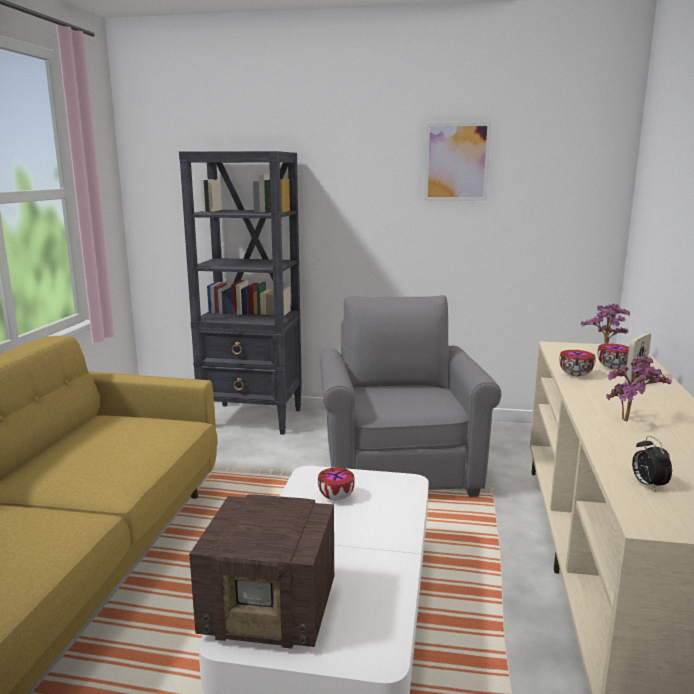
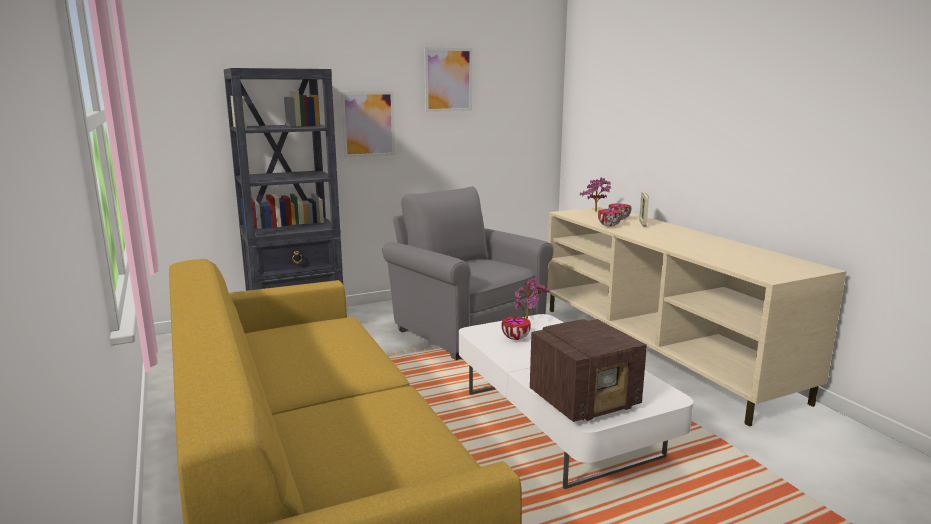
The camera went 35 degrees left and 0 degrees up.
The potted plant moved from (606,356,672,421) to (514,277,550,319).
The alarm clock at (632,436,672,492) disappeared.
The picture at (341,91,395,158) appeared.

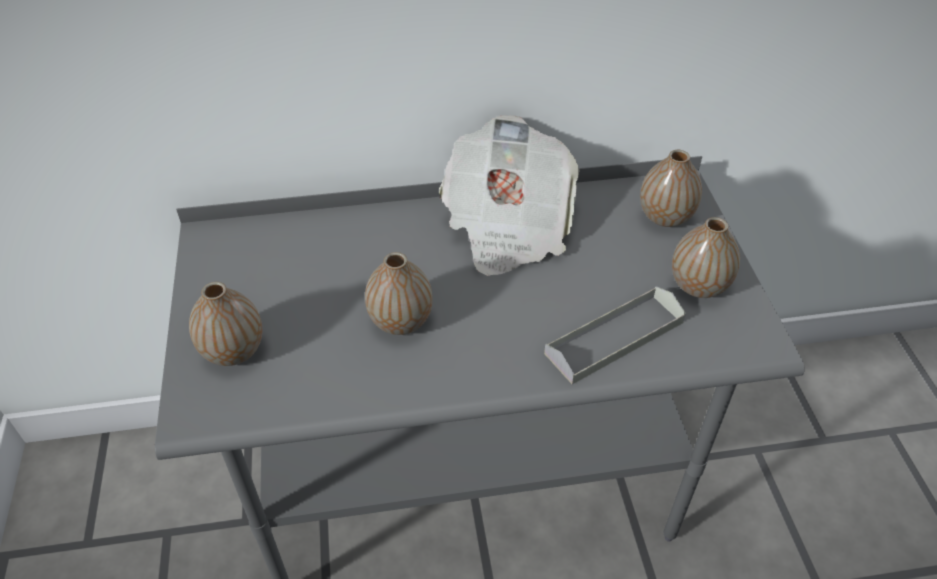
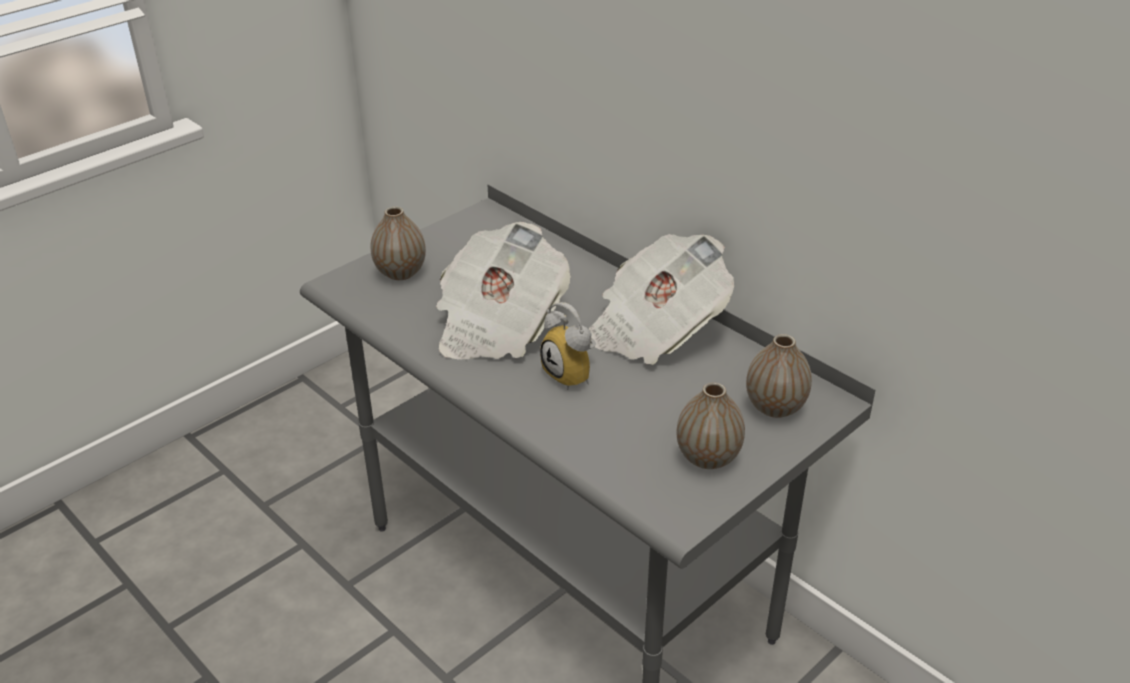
The camera went 55 degrees right and 10 degrees down.
The vase at (365,252,433,335) was replaced by the newspaper at (436,222,571,360).
The grey tray at (544,286,686,384) disappeared.
The alarm clock at (540,302,596,390) appeared.

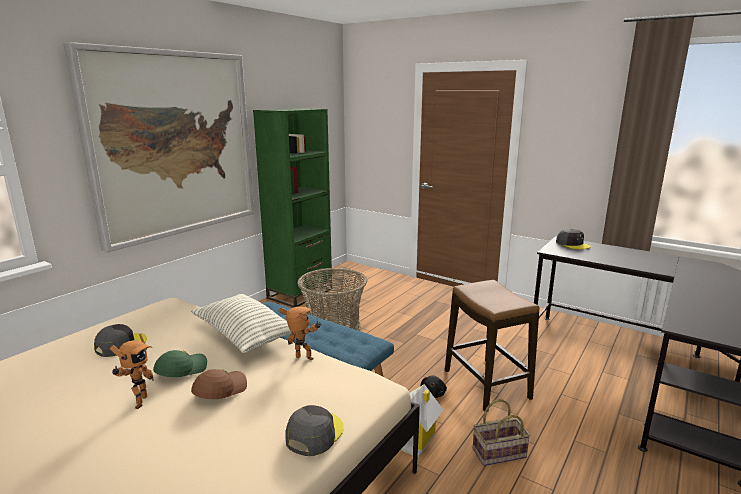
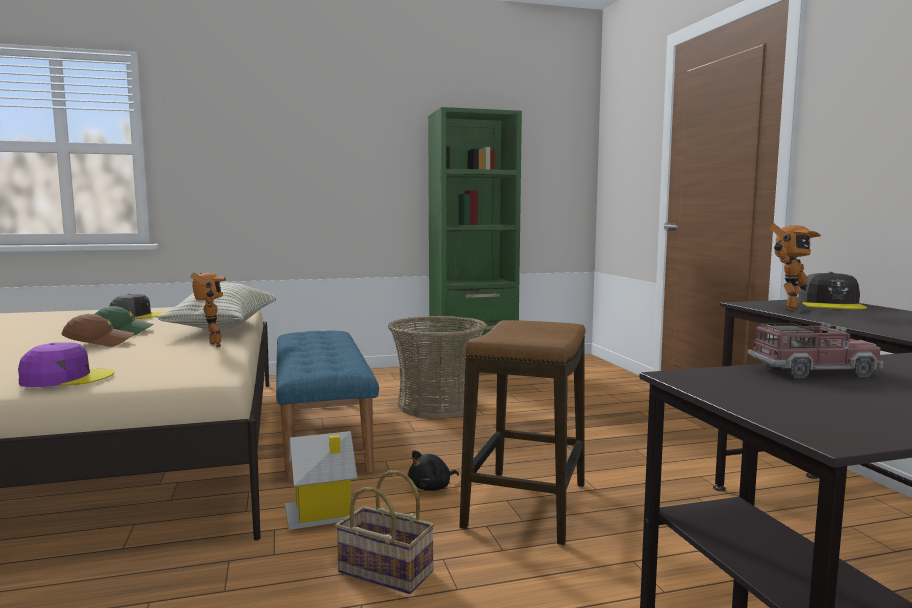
The camera went 40 degrees right and 10 degrees down.
The picture at (63,42,254,252) disappeared.
The toy robot moved from (110,334,154,409) to (769,223,821,312).
The grey cap at (286,405,344,456) became the purple cap at (18,342,114,387).
The toy truck at (747,322,883,378) appeared.

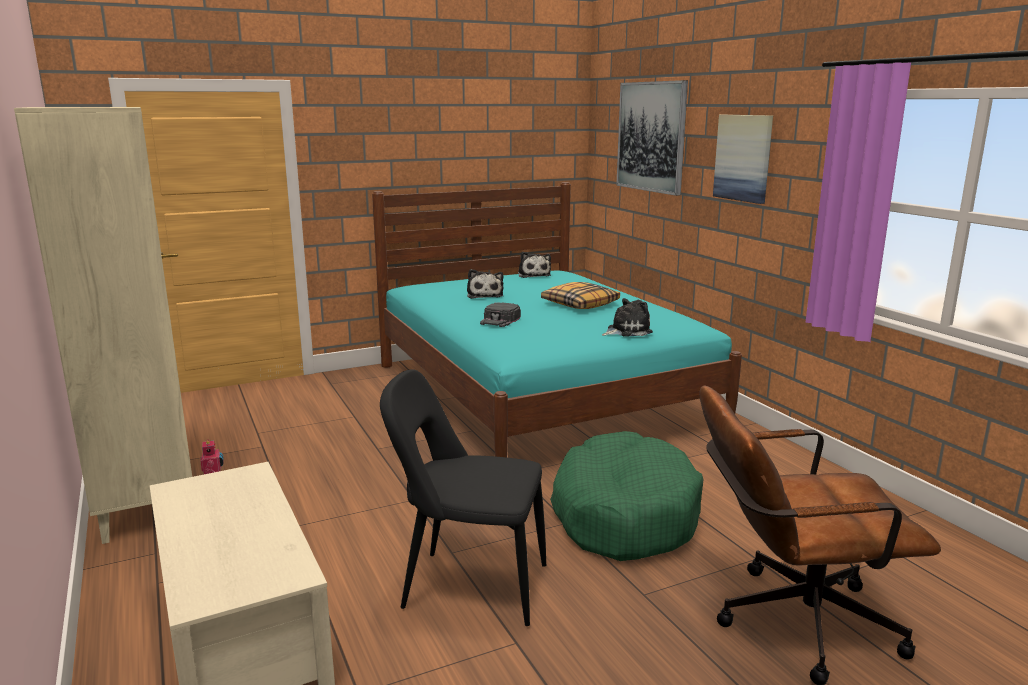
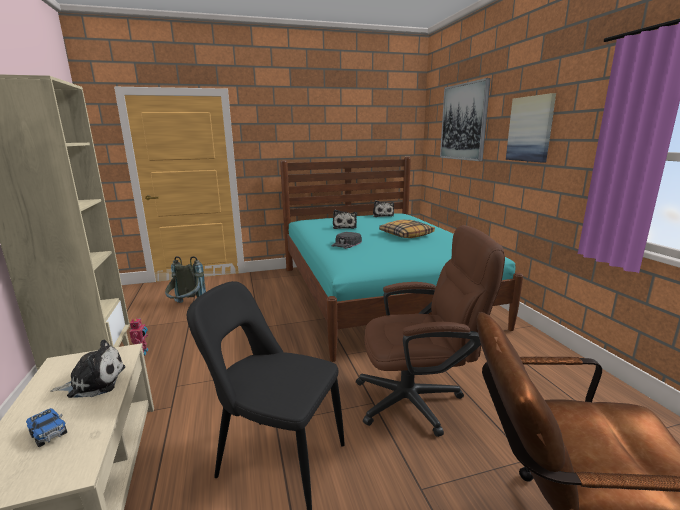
The camera went 10 degrees right and 0 degrees up.
The green dog bed at (550,431,704,561) was replaced by the brown office chair at (356,225,505,437).
The plush toy moved from (602,298,653,337) to (50,340,125,398).
The toy truck at (26,408,67,447) appeared.
The grey backpack at (165,256,206,303) appeared.

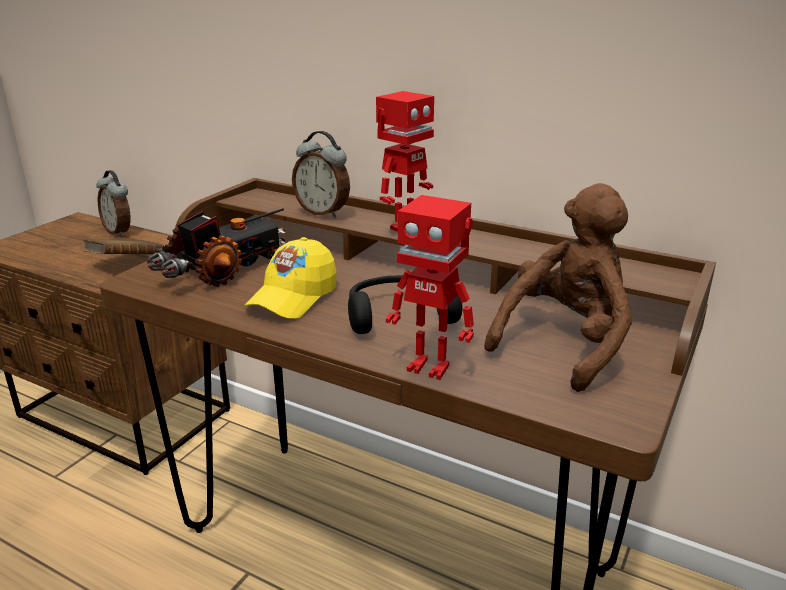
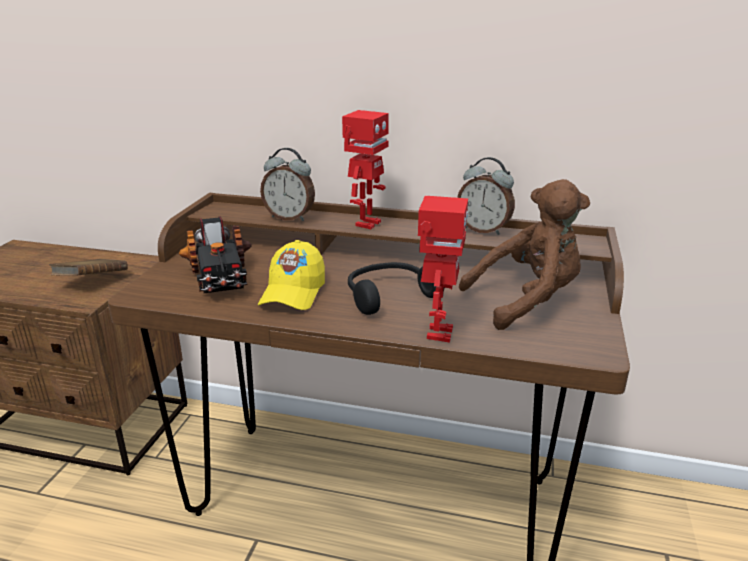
The camera went 15 degrees left and 0 degrees up.
The alarm clock moved from (96,170,130,237) to (457,157,515,235).
The toy truck at (147,208,286,287) turned 135 degrees clockwise.
The toy robot at (386,195,474,380) turned 90 degrees counterclockwise.
The brown plush toy at (484,183,632,392) turned 45 degrees clockwise.

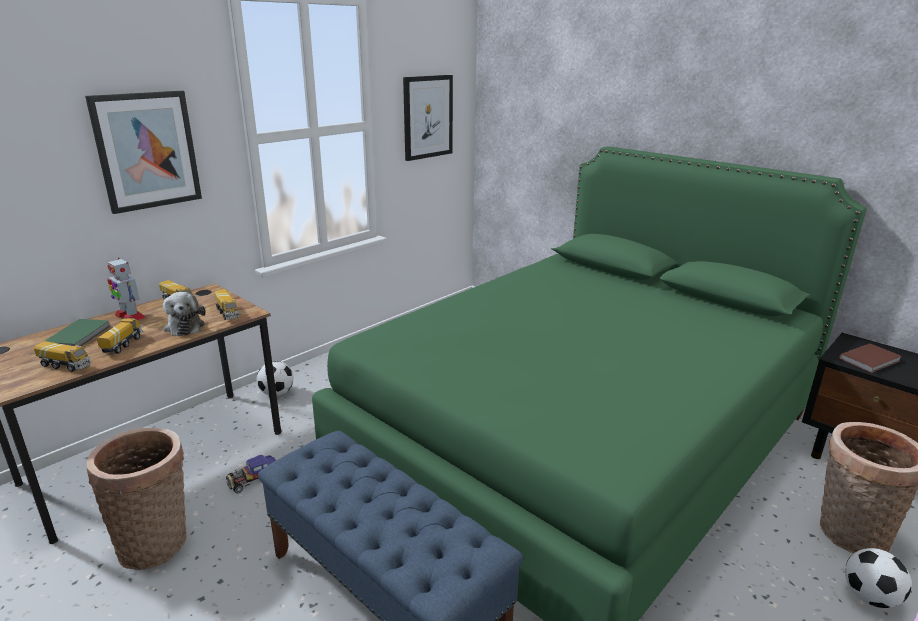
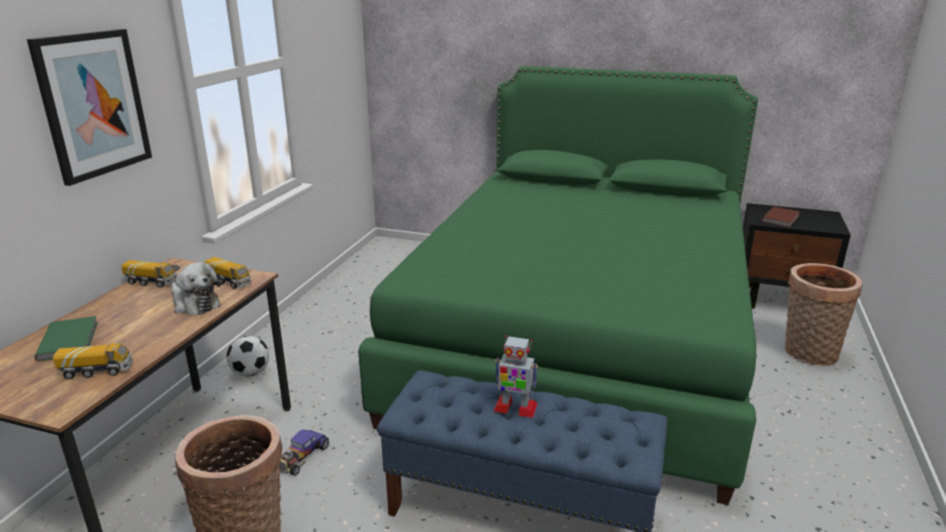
The camera went 25 degrees left and 0 degrees up.
The toy truck at (97,318,143,354) disappeared.
The toy robot moved from (107,258,146,320) to (493,335,538,418).
The picture at (403,75,453,161) disappeared.
The football at (845,548,912,608) disappeared.

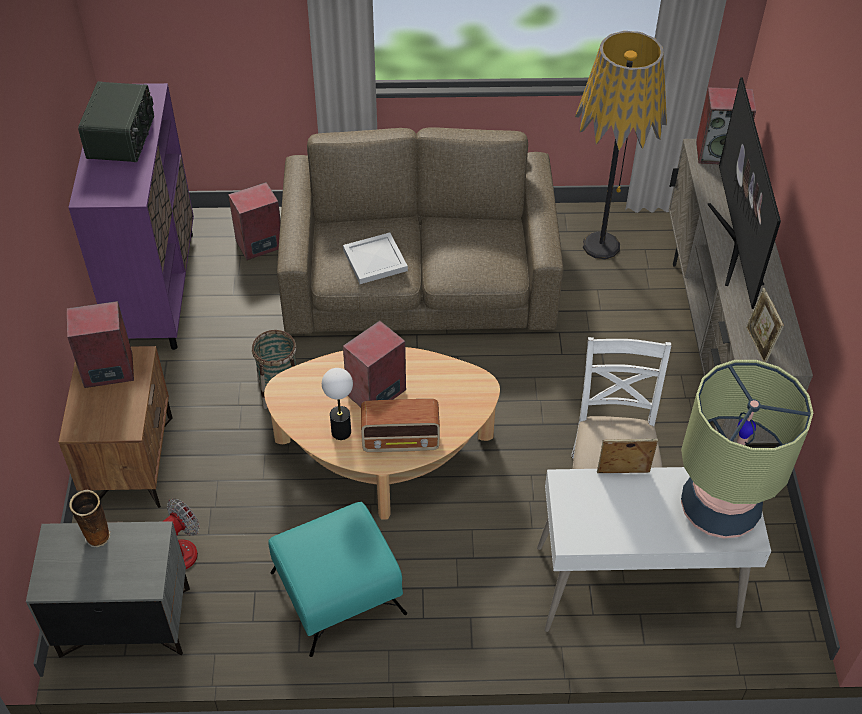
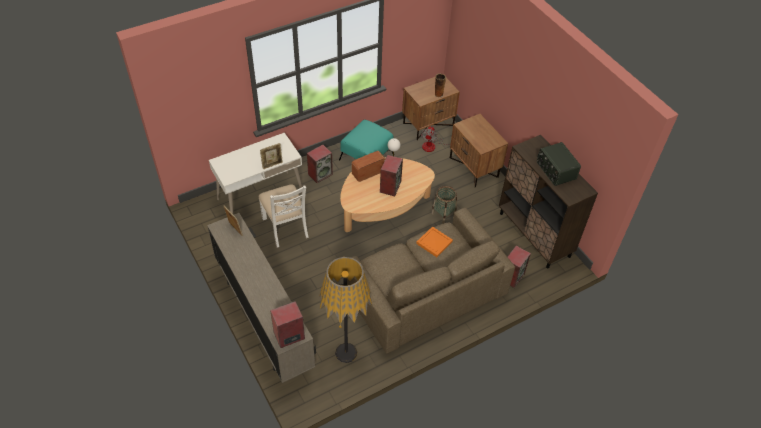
The camera went 150 degrees right and 0 degrees up.
The grey nightstand at (26,521,190,658) became the brown nightstand at (402,77,460,140).
The speaker moved from (67,301,134,388) to (307,144,333,183).
The purple cabinet at (68,83,194,350) became the brown cabinet at (499,135,598,268).
The white tray at (343,233,408,284) became the orange tray at (416,226,453,257).
The table lamp at (681,360,813,539) disappeared.
The television at (708,77,781,309) disappeared.

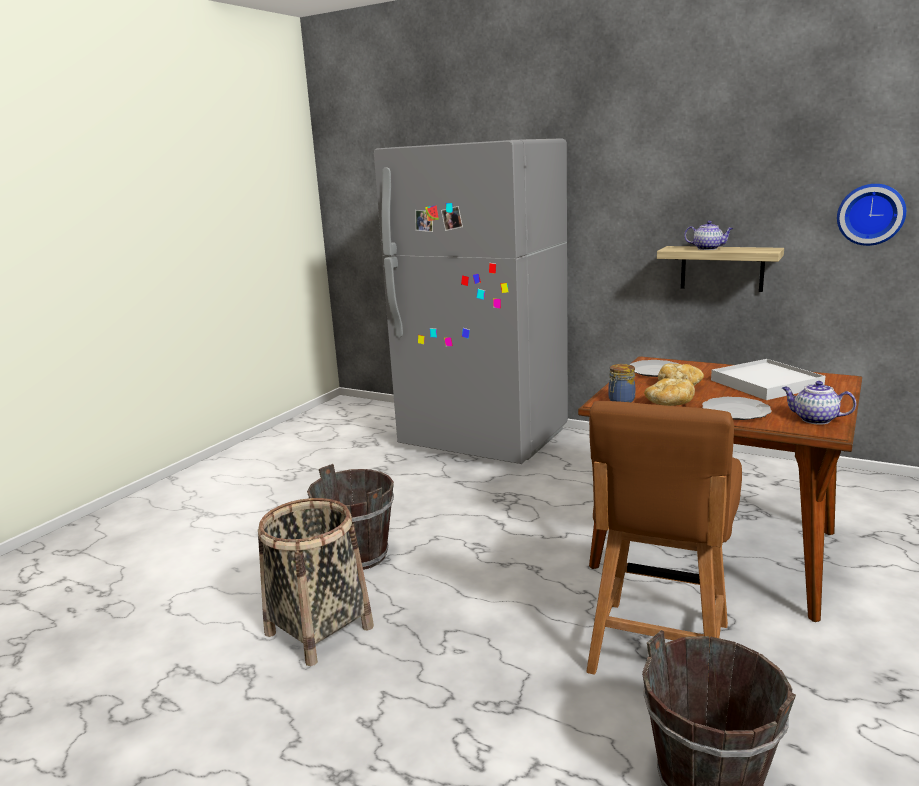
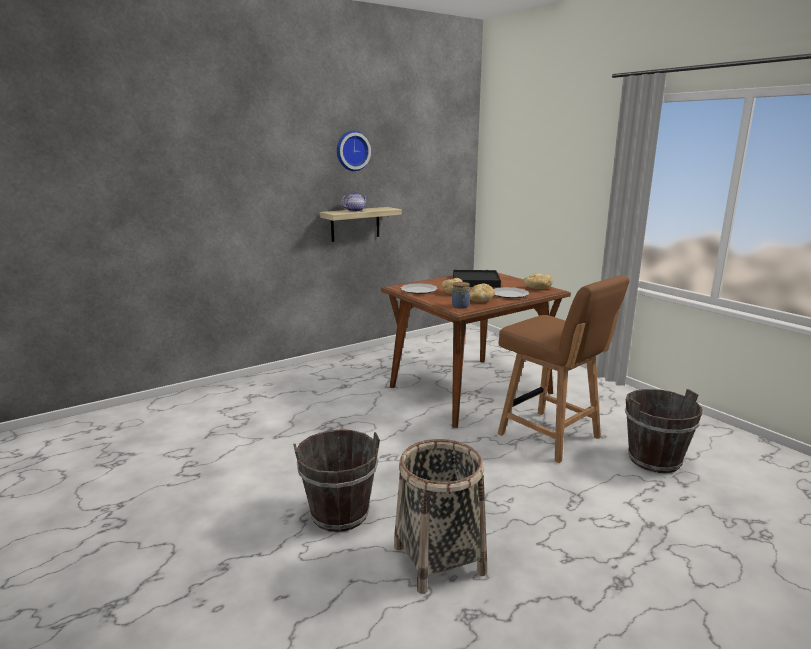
The camera went 65 degrees left and 0 degrees up.
The grey fridge at (374,138,568,464) disappeared.
The white tray at (711,359,826,400) became the black tray at (453,270,501,287).
The teapot at (782,381,856,425) was replaced by the bread at (523,273,553,289).
The wall clock moved from (837,184,906,246) to (337,131,371,171).

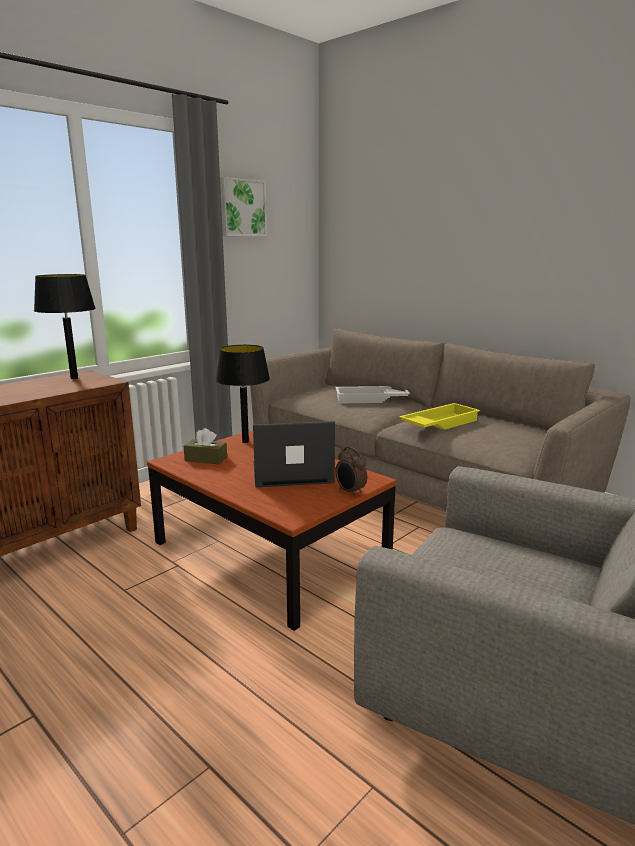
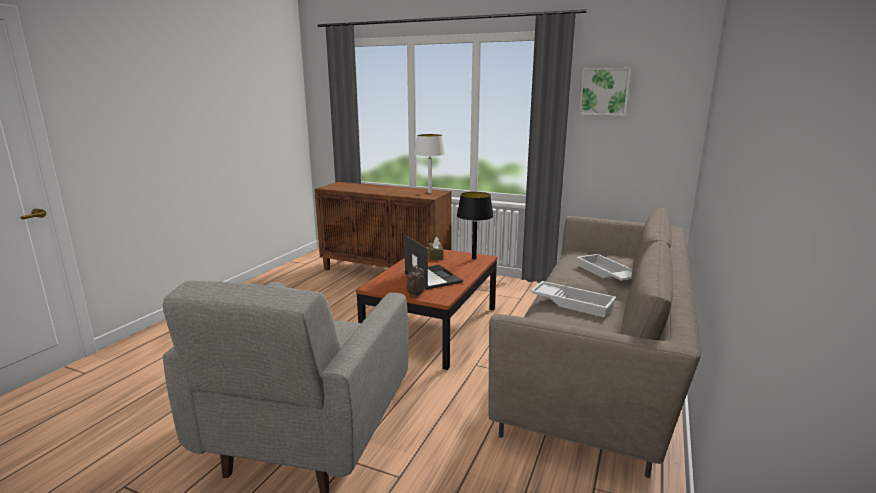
The camera went 70 degrees right and 0 degrees up.
The black table lamp at (34,274,96,379) became the white table lamp at (414,134,446,193).
The yellow tray at (399,403,480,430) became the white tray at (530,281,616,317).

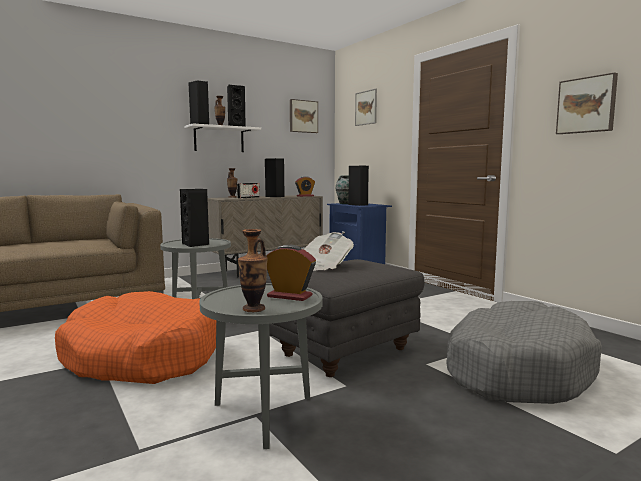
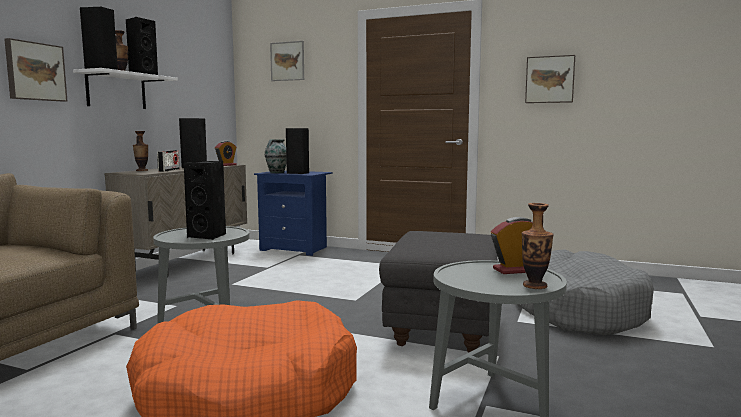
The camera went 35 degrees left and 0 degrees up.
The picture moved from (290,99,318,133) to (4,38,67,102).
The newspaper at (303,232,354,271) disappeared.

